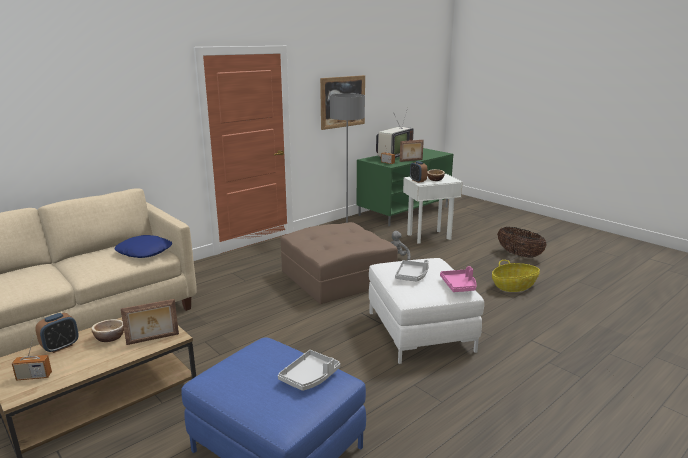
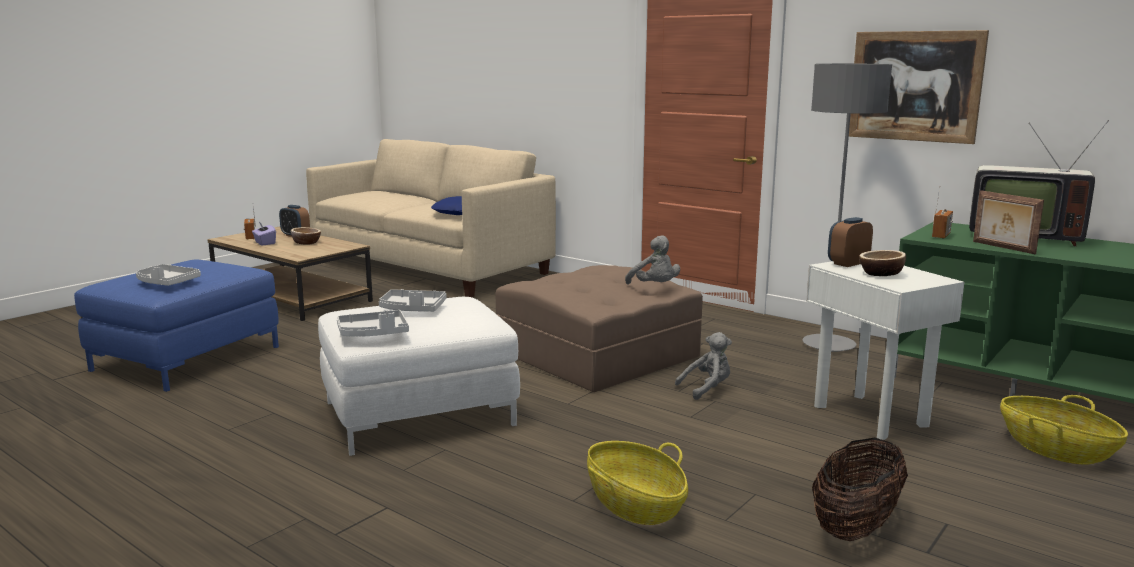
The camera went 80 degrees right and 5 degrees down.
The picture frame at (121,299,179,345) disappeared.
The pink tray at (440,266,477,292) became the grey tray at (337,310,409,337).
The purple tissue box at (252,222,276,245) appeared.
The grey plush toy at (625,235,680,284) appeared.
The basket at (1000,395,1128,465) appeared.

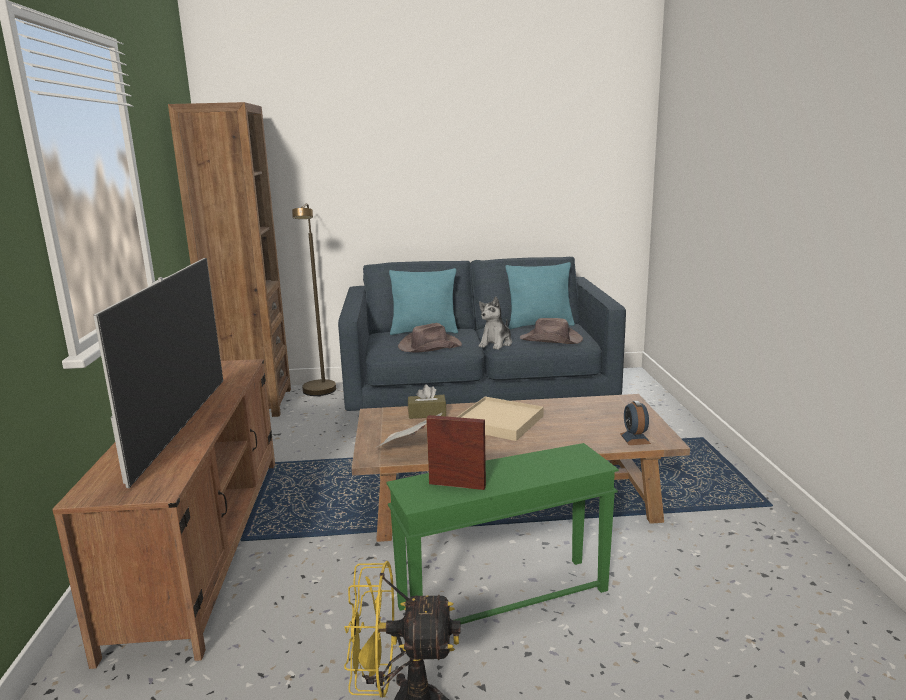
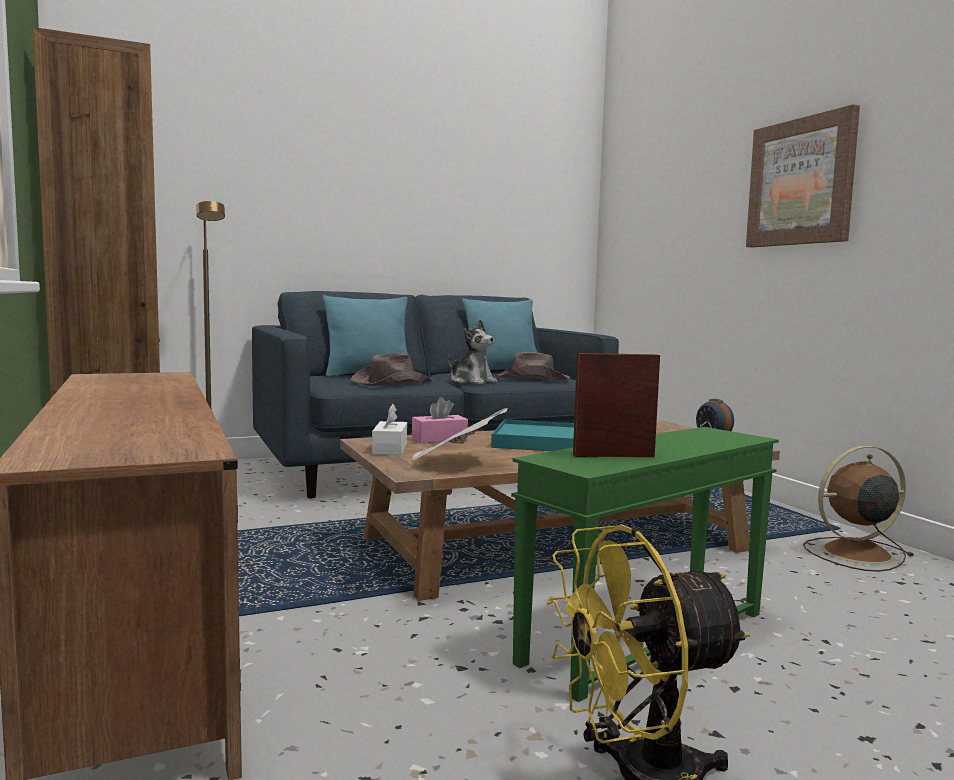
The camera went 20 degrees left and 10 degrees down.
The television at (93,258,223,488) disappeared.
The brown tissue box at (408,385,446,419) became the pink tissue box at (412,397,468,443).
The beige tray at (457,397,544,441) became the turquoise tray at (491,419,574,451).
The plush toy at (479,297,512,350) turned 60 degrees counterclockwise.
The white tissue box at (372,404,407,455) appeared.
The picture at (746,105,860,247) appeared.
The brown fan at (803,446,915,572) appeared.

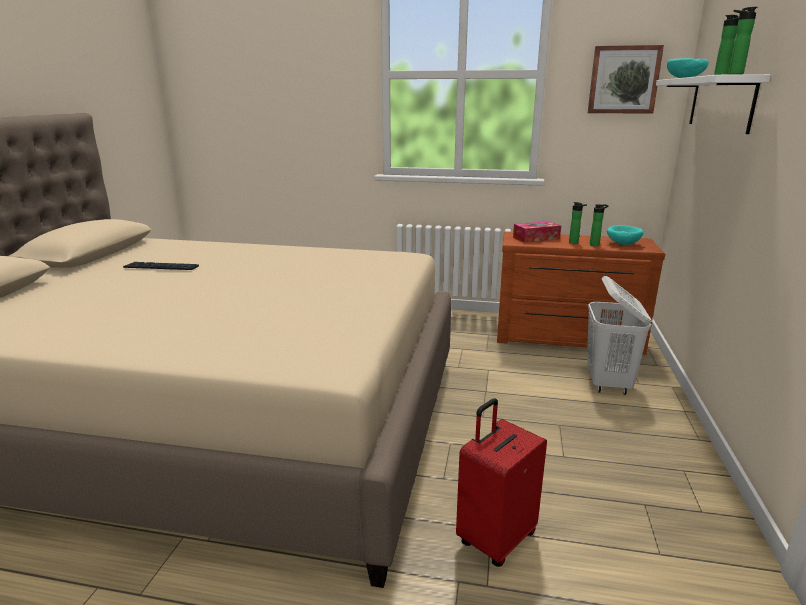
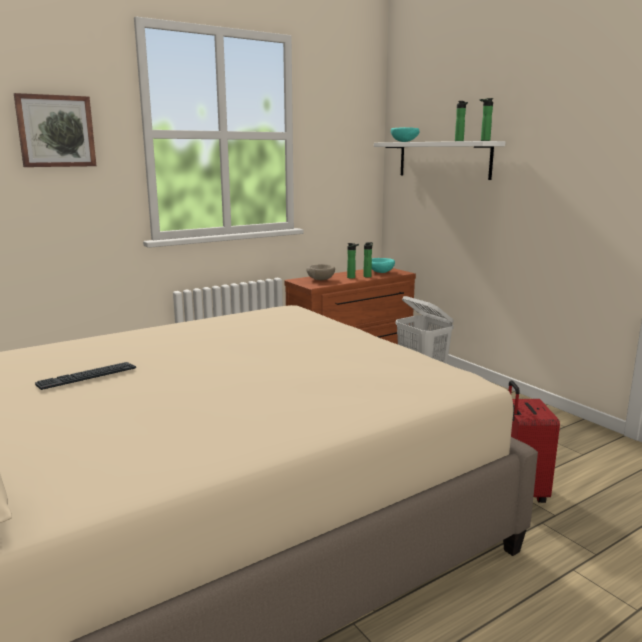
The camera went 45 degrees left and 5 degrees down.
The tissue box at (513,221,561,243) was replaced by the beige bowl at (306,264,335,280).
The picture moved from (588,45,664,114) to (14,93,96,167).

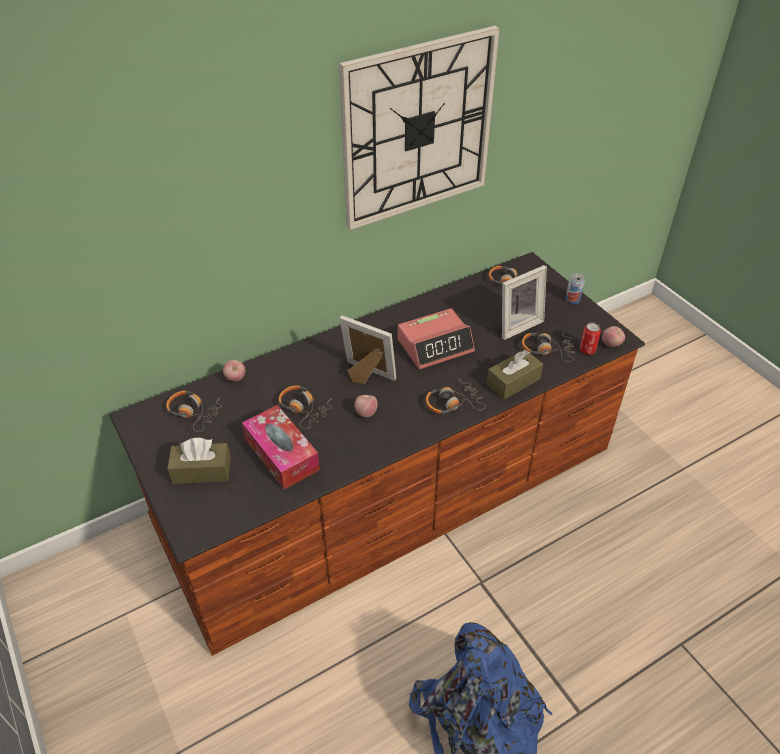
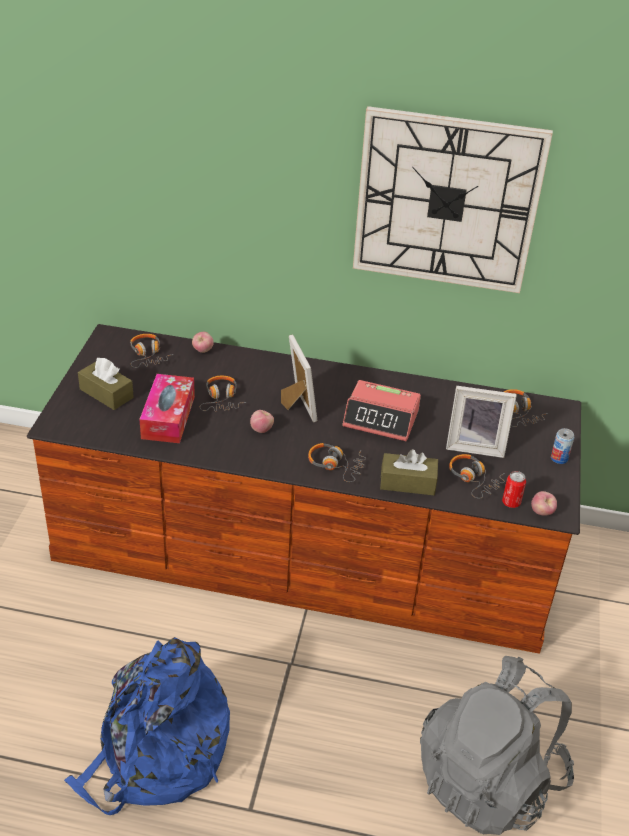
The camera went 40 degrees right and 5 degrees down.
The grey backpack at (420,656,574,835) appeared.

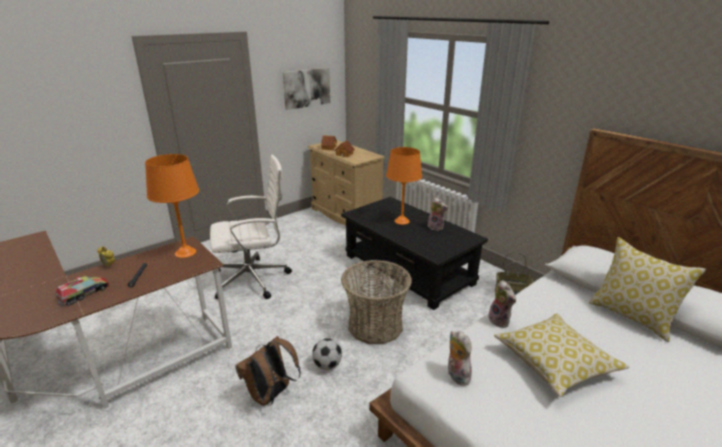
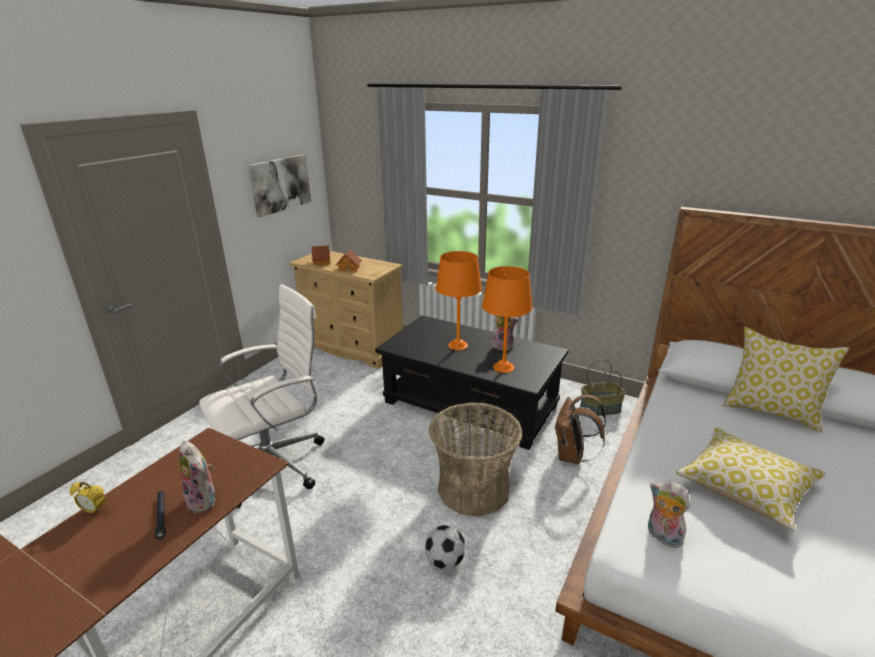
The camera went 20 degrees left and 0 degrees up.
The toy truck at (55,276,110,306) disappeared.
The orange table lamp moved from (145,154,199,258) to (482,266,533,373).
The brown backpack moved from (235,336,301,405) to (555,395,606,464).
The plush toy moved from (488,280,516,328) to (179,441,216,513).

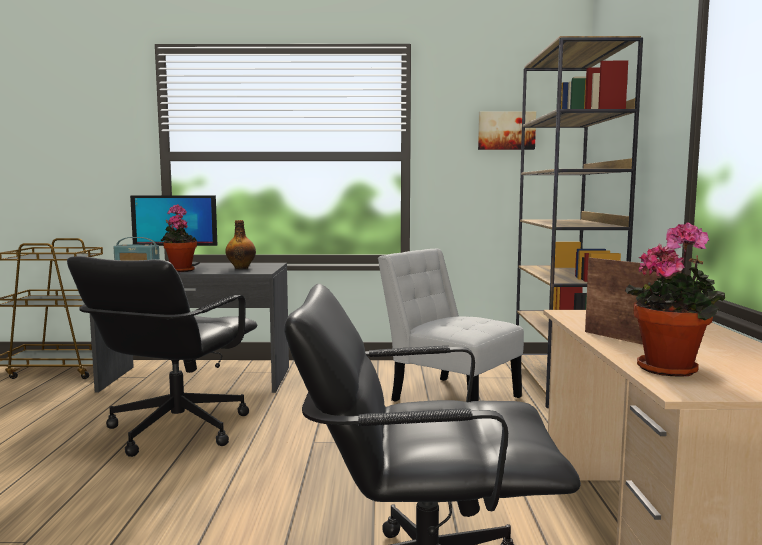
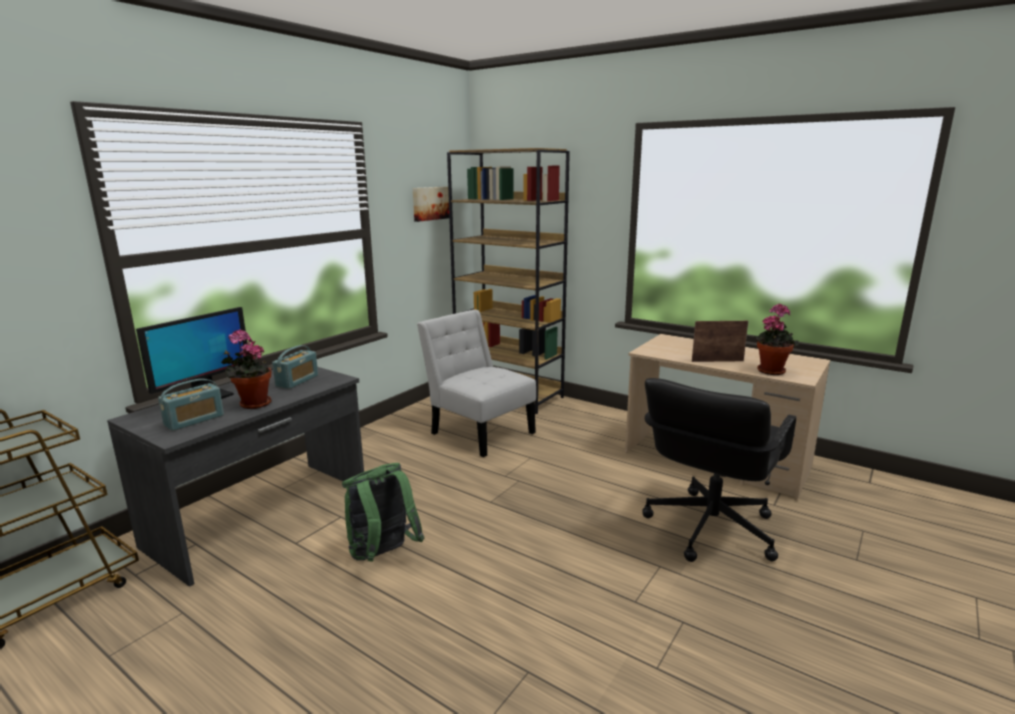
The camera went 55 degrees left and 10 degrees up.
The black office chair at (67,256,257,457) was replaced by the green backpack at (342,463,424,562).
The bottle at (225,220,256,269) was replaced by the radio at (272,345,318,389).
The white chair at (378,249,524,402) turned 60 degrees clockwise.

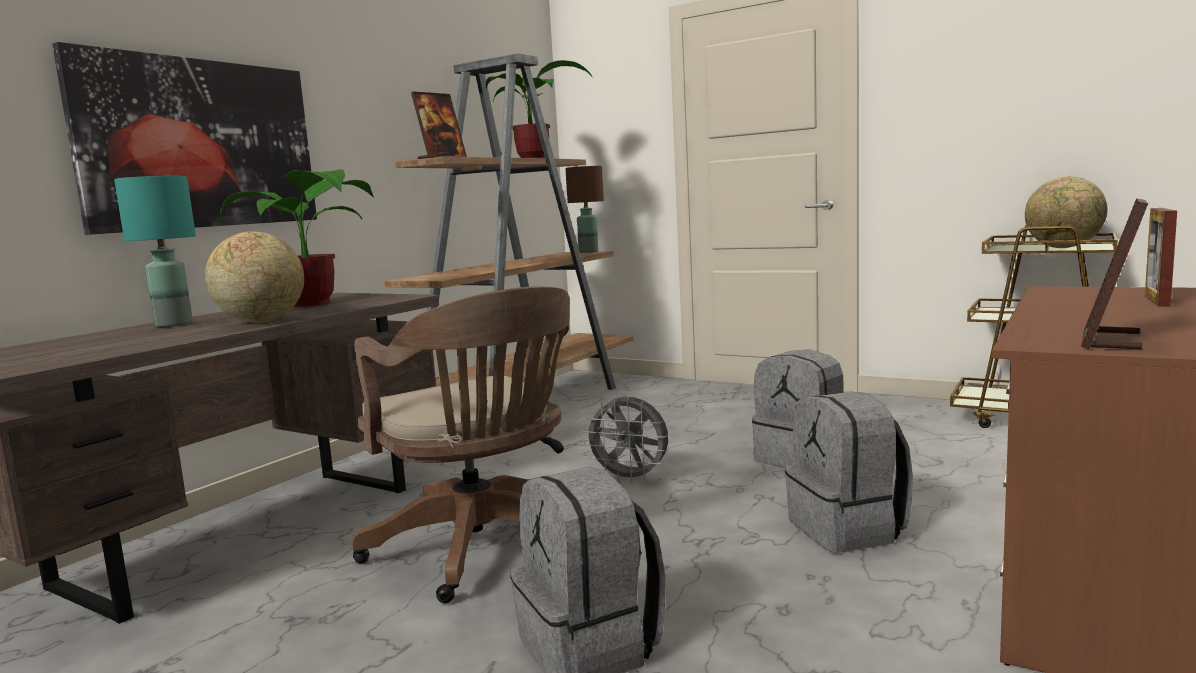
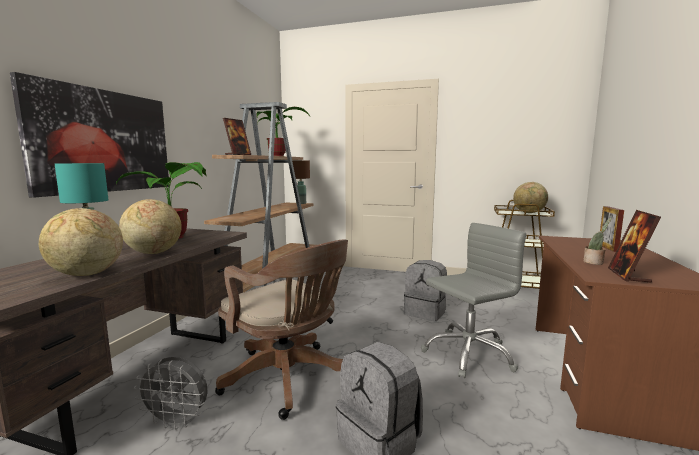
The camera went 15 degrees left and 0 degrees up.
The grey fan moved from (582,396,668,484) to (134,357,208,430).
The grey backpack at (785,392,913,553) was replaced by the grey office chair at (421,223,526,378).
The globe at (39,208,123,276) appeared.
The potted plant at (583,217,612,265) appeared.

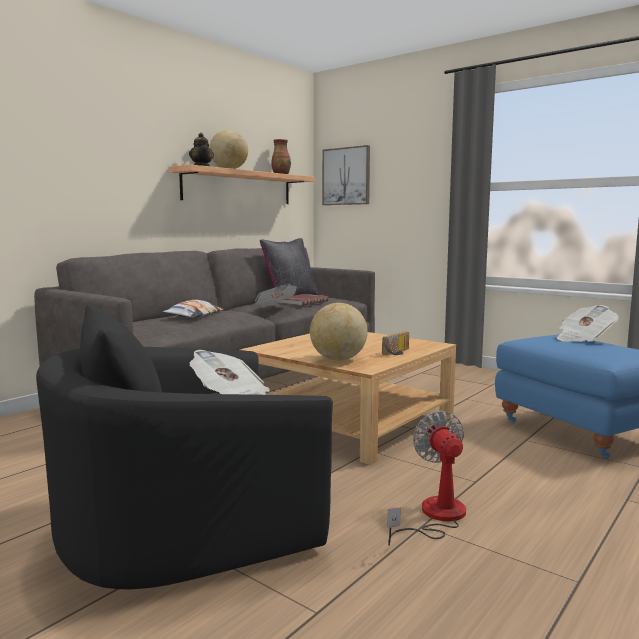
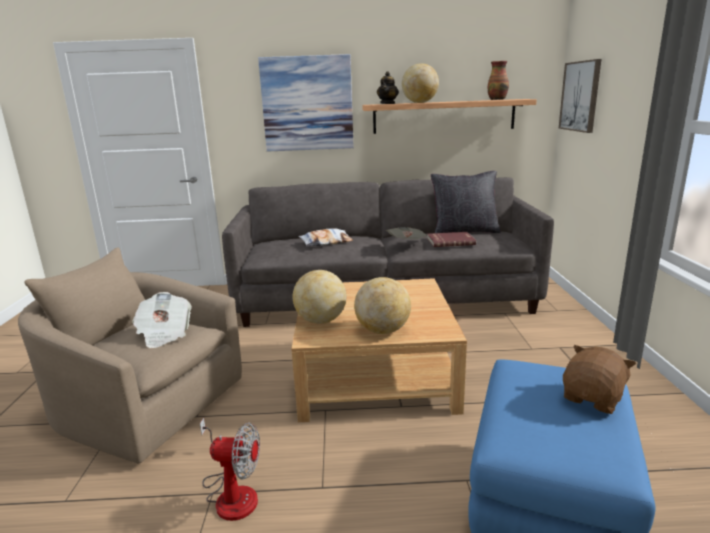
The camera went 50 degrees right and 10 degrees up.
The black armchair at (36,304,333,589) became the beige armchair at (18,247,242,463).
The radio at (382,331,409,355) was replaced by the globe at (354,277,411,334).
The fan at (388,411,466,546) turned 60 degrees clockwise.
The newspaper at (557,305,619,342) was replaced by the brown plush toy at (563,345,636,414).
The picture at (258,54,354,152) appeared.

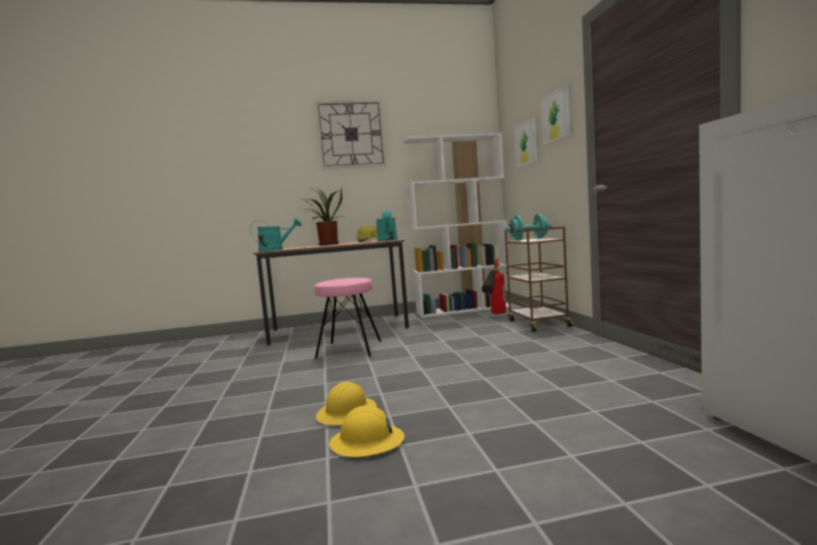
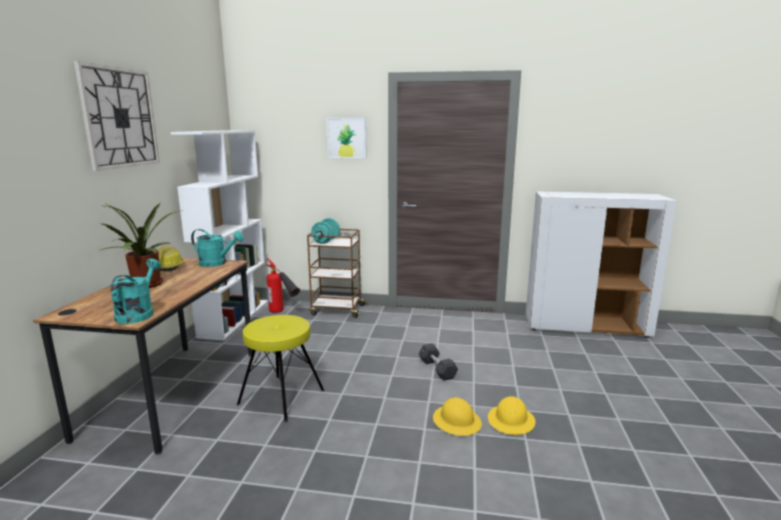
The camera went 70 degrees left and 10 degrees up.
The pink stool at (315,278,381,359) became the yellow stool at (237,315,324,422).
The picture at (514,118,537,167) disappeared.
The grey dumbbell at (419,343,458,381) appeared.

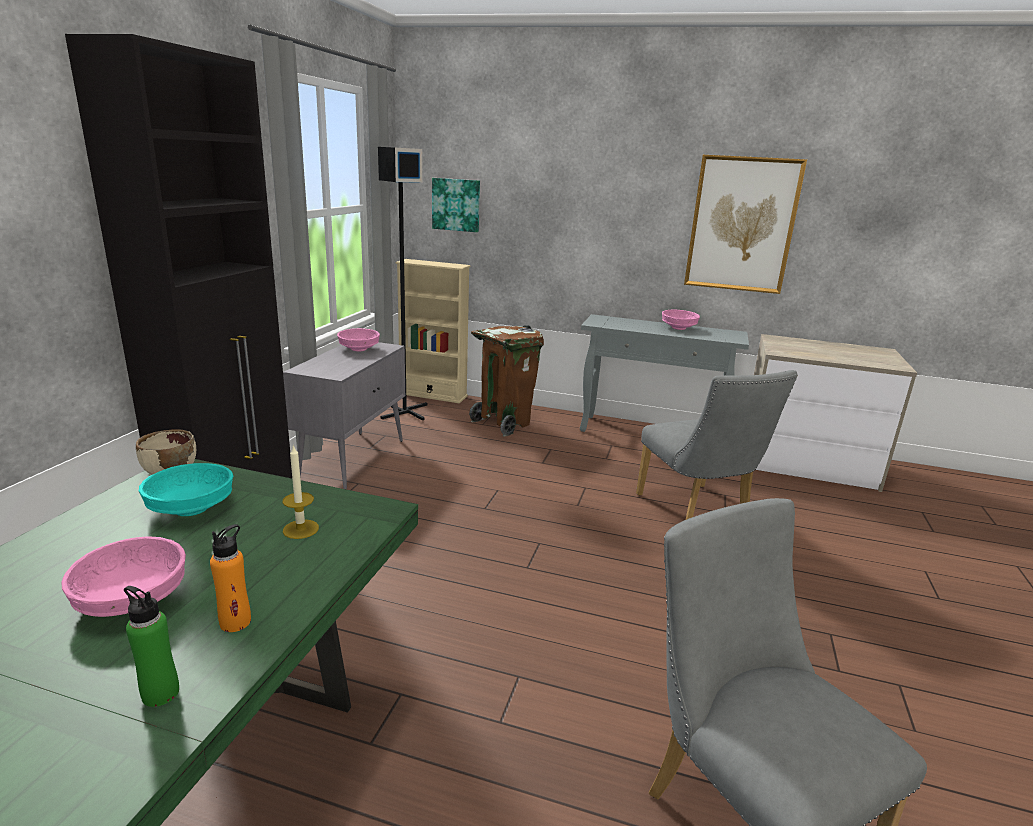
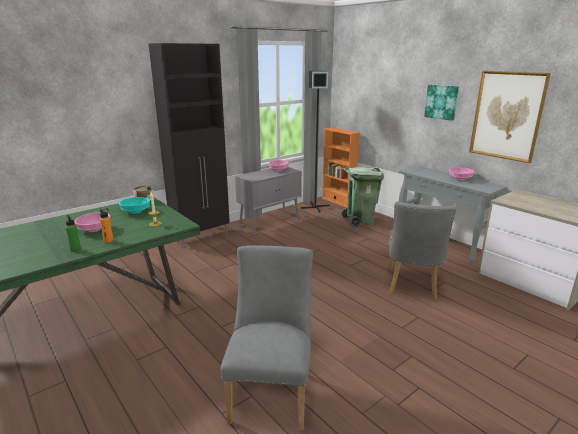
The camera went 35 degrees right and 0 degrees up.
The beige bookcase at (395,259,471,403) became the orange bookcase at (321,127,360,208).
The picture moved from (432,178,480,232) to (424,85,459,121).
The brown trash can at (469,325,544,436) became the green trash can at (342,167,384,228).

